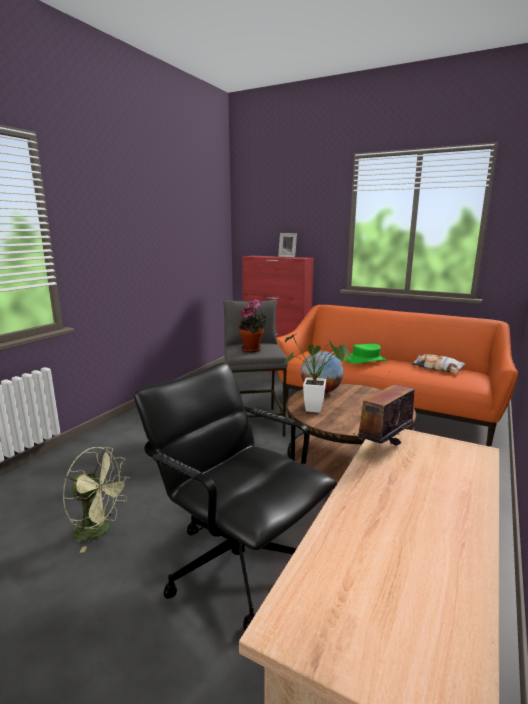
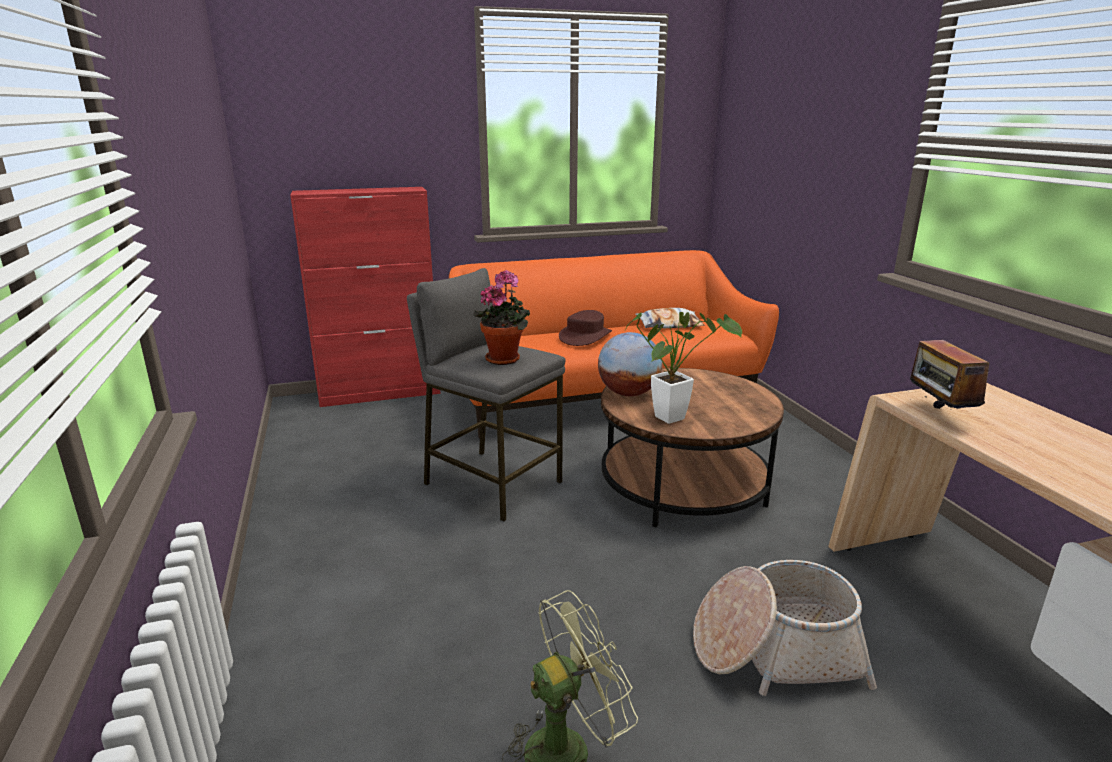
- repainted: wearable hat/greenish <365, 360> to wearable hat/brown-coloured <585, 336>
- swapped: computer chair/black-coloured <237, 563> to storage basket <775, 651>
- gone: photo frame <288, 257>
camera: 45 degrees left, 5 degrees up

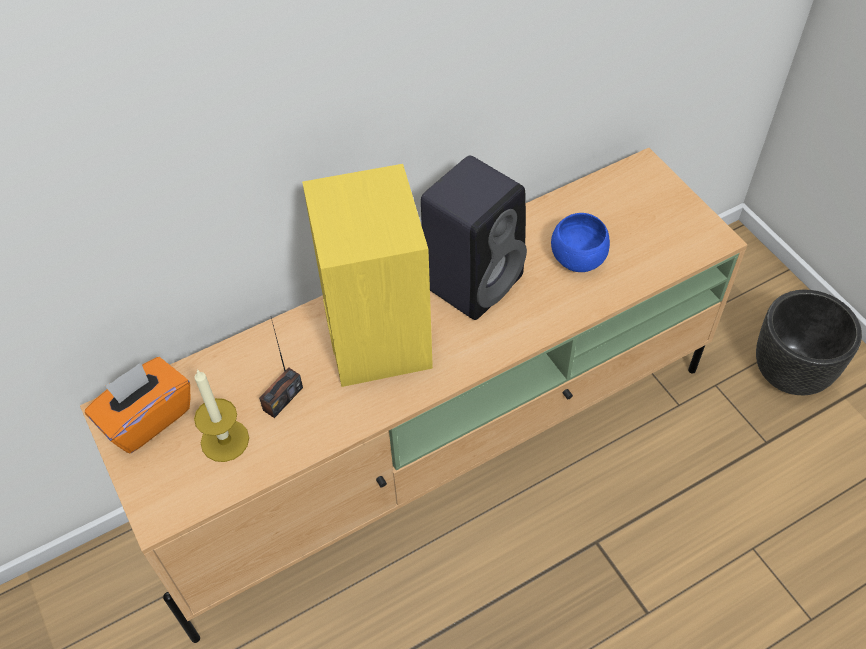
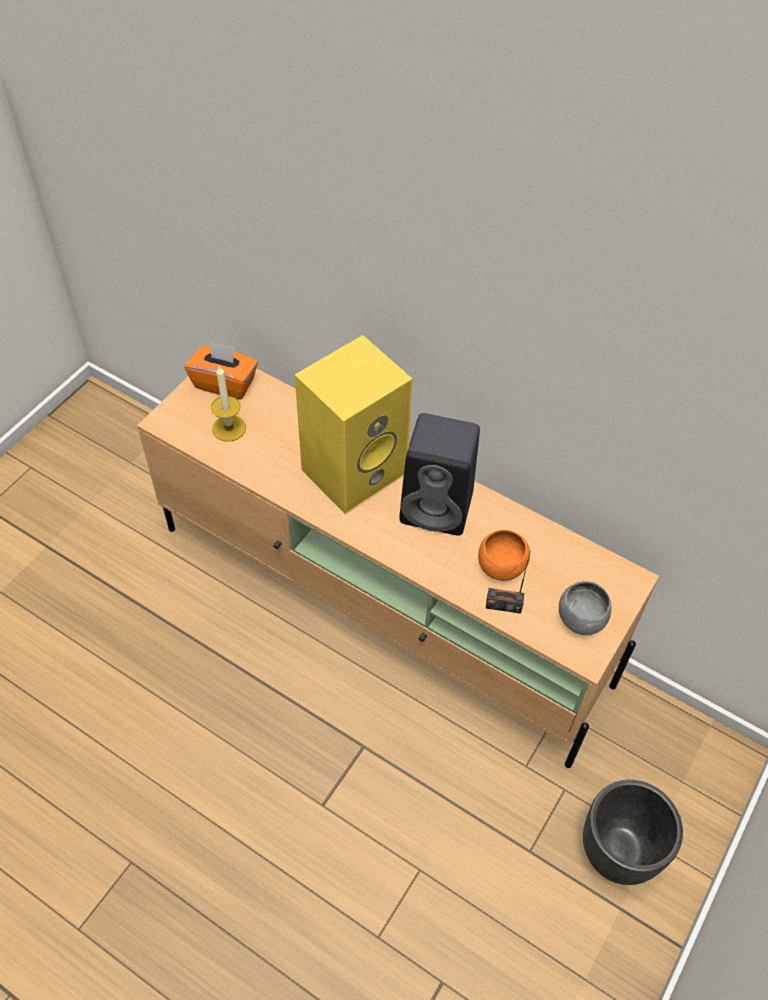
- repainted: deep dish/blue <577, 258> to deep dish/orangey <501, 566>
- shifted: radio receiver <282, 398> to <503, 605>
- new: deep dish/greyish <581, 619>
camera: 60 degrees right, 0 degrees up

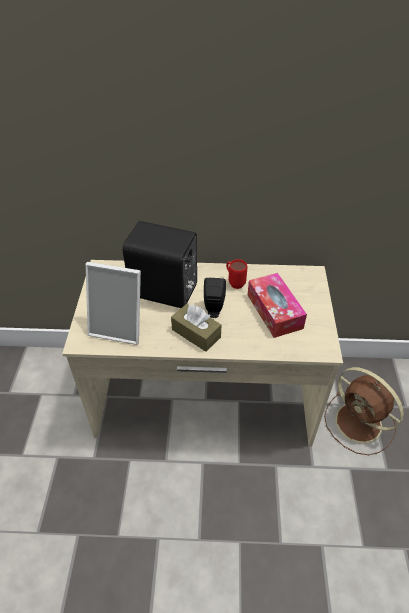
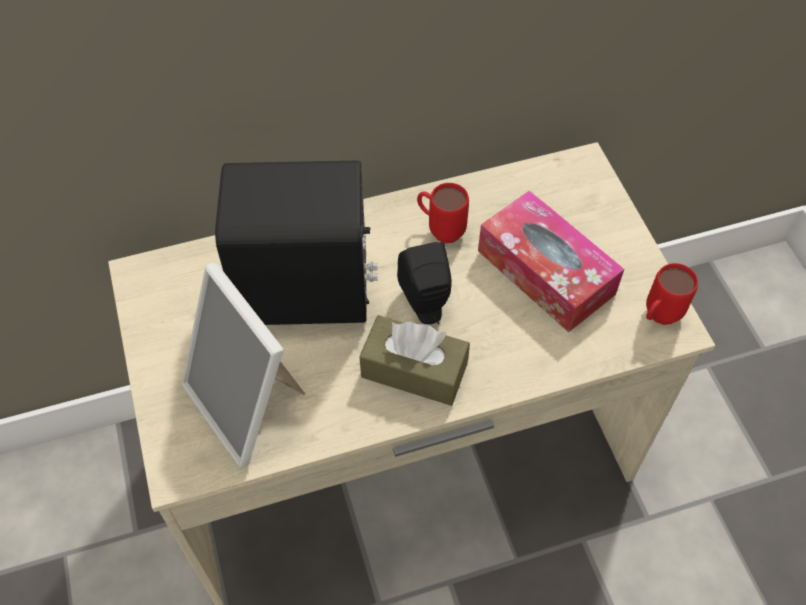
- rotated: photo frame <120, 326> = <248, 404> 60 degrees clockwise
- new: coffee mug/red <657, 318>
- gone: cooling fan/brown-coloured <360, 424>
camera: 20 degrees left, 10 degrees up

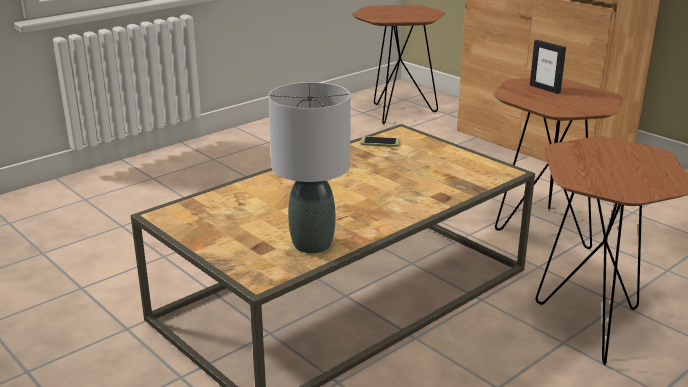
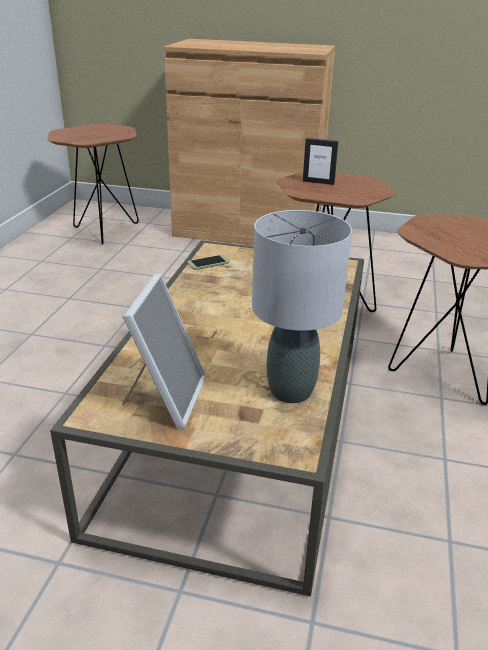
- new: photo frame <165, 398>
camera: 35 degrees left, 5 degrees up

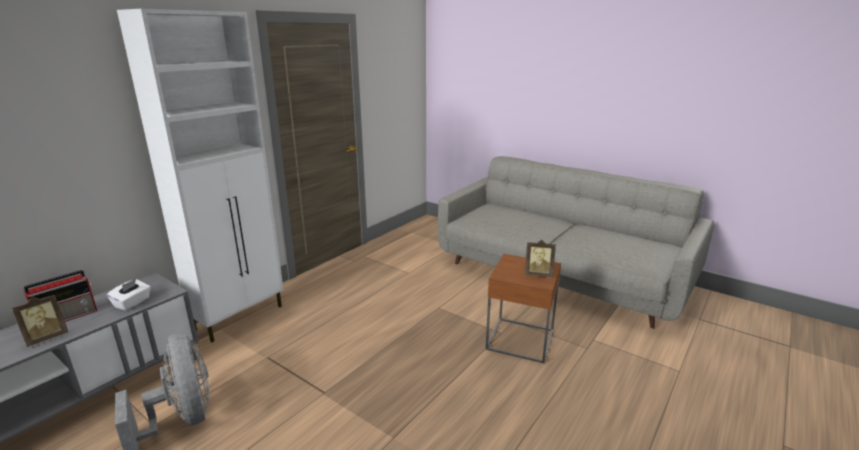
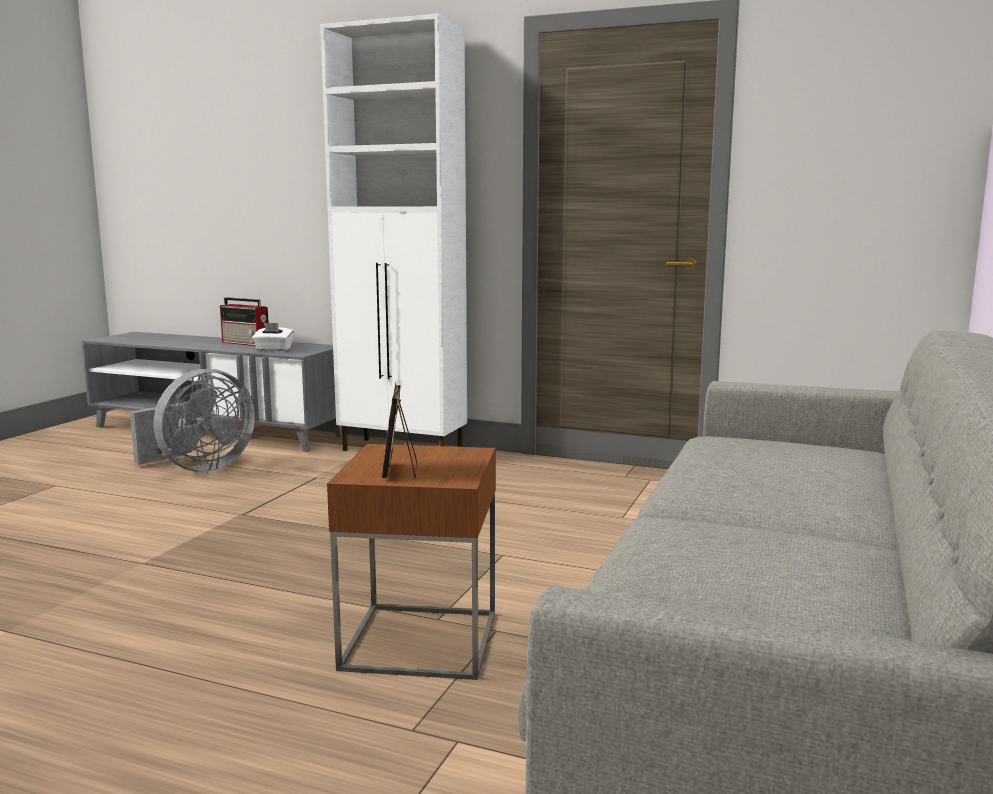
- gone: photo frame <47, 337>
camera: 75 degrees right, 10 degrees down

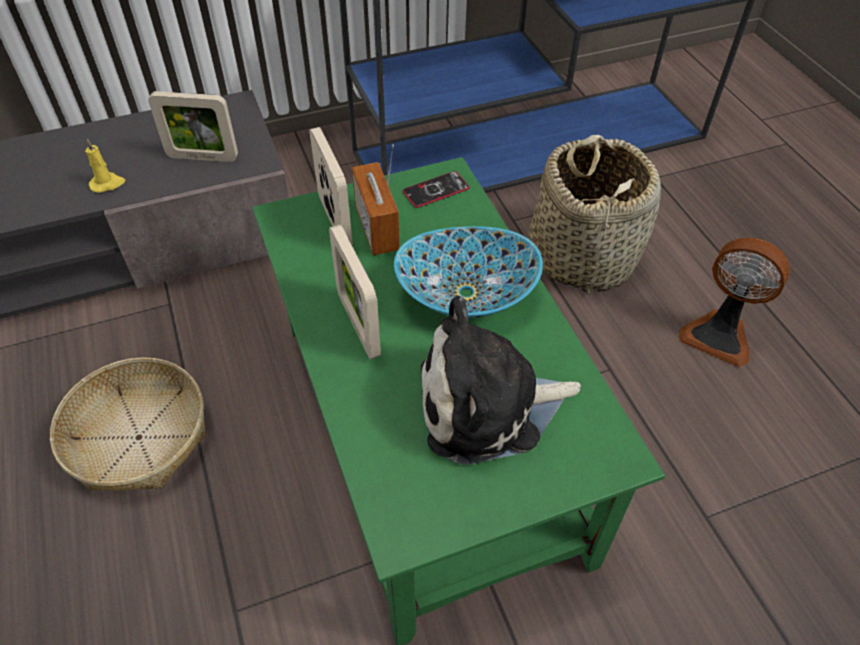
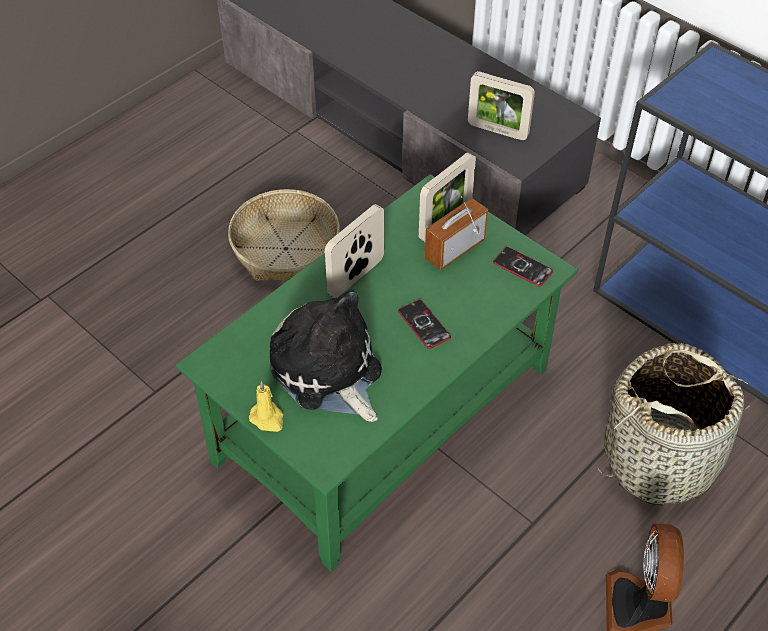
- shifted: wax candle/yellowish <108, 184> to <268, 418>
- swapped: deep dish <465, 293> to telephone <424, 324>
- rotated: photo frame <203, 157> = <497, 130> 45 degrees counterclockwise
camera: 65 degrees right, 0 degrees up

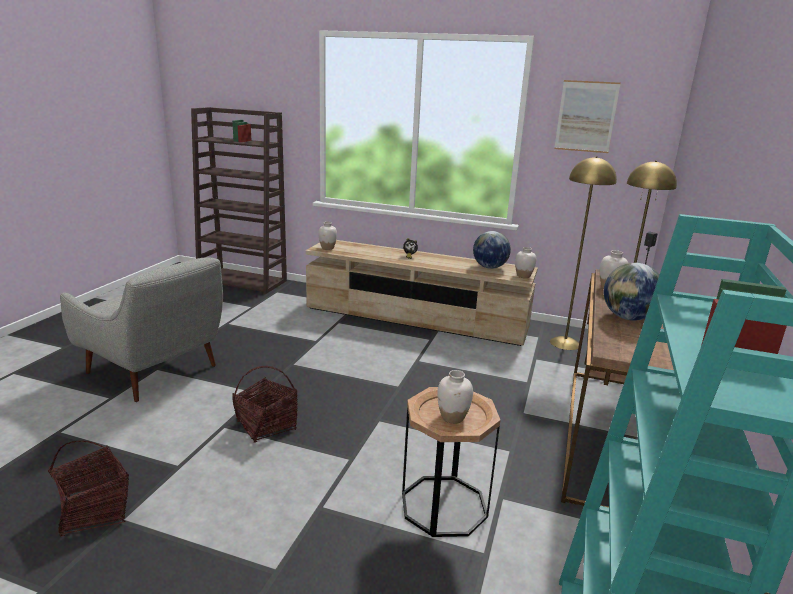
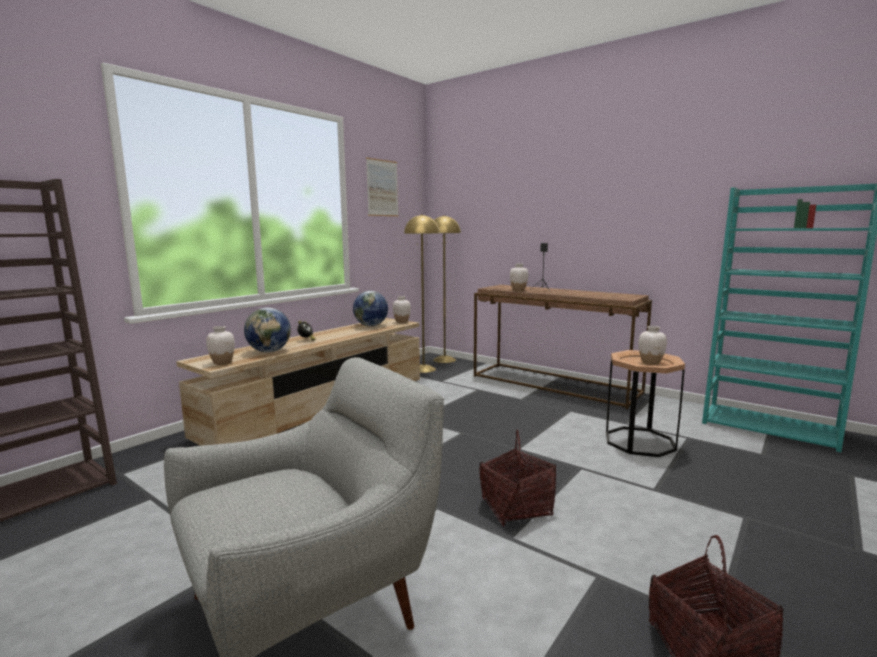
- shifted: globe <628, 318> to <269, 351>
camera: 70 degrees left, 10 degrees down

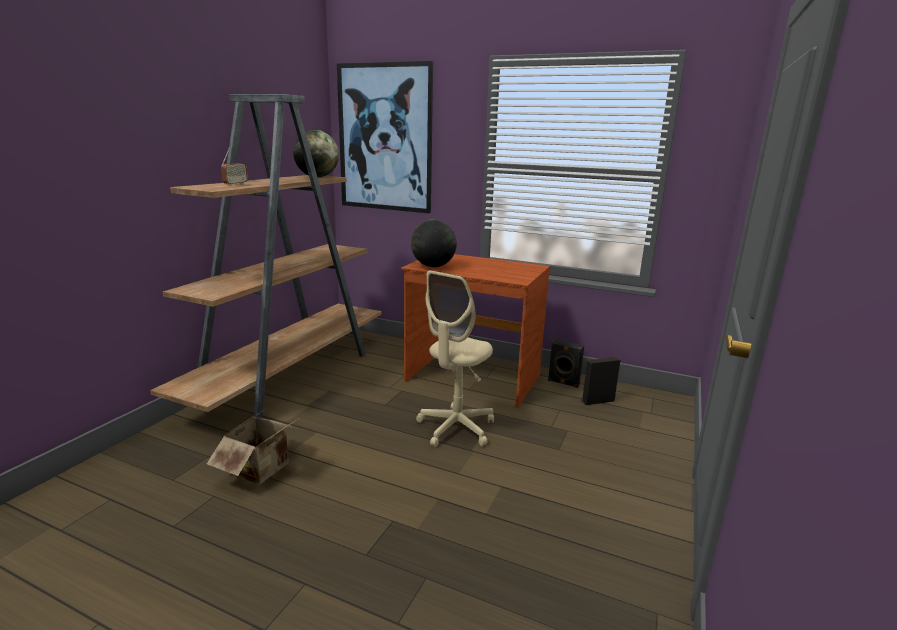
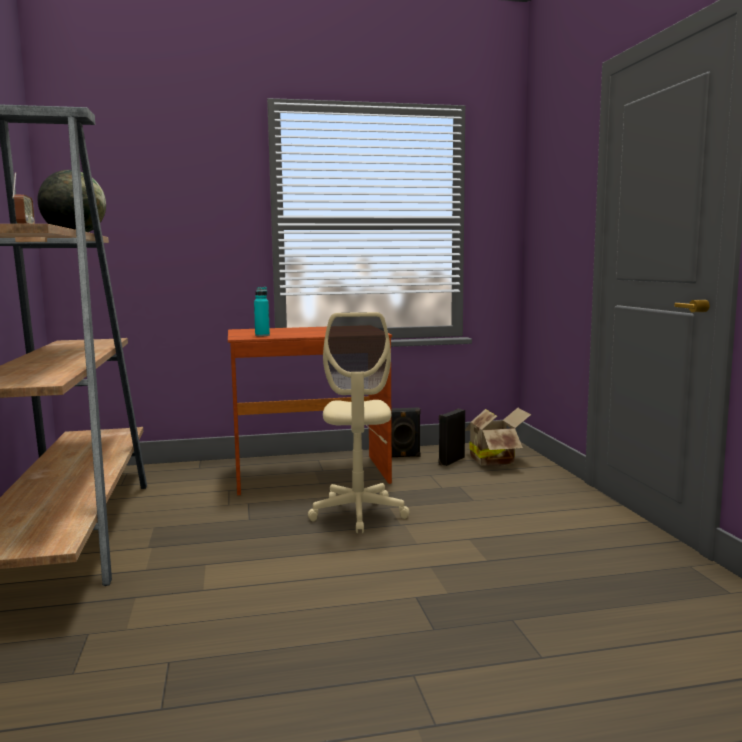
- swapped: globe <433, 266> to beverage bottle/turquoise <262, 335>
- shifted: carton <264, 469> to <495, 460>
- gone: picture <385, 138>
camera: 35 degrees left, 10 degrees down

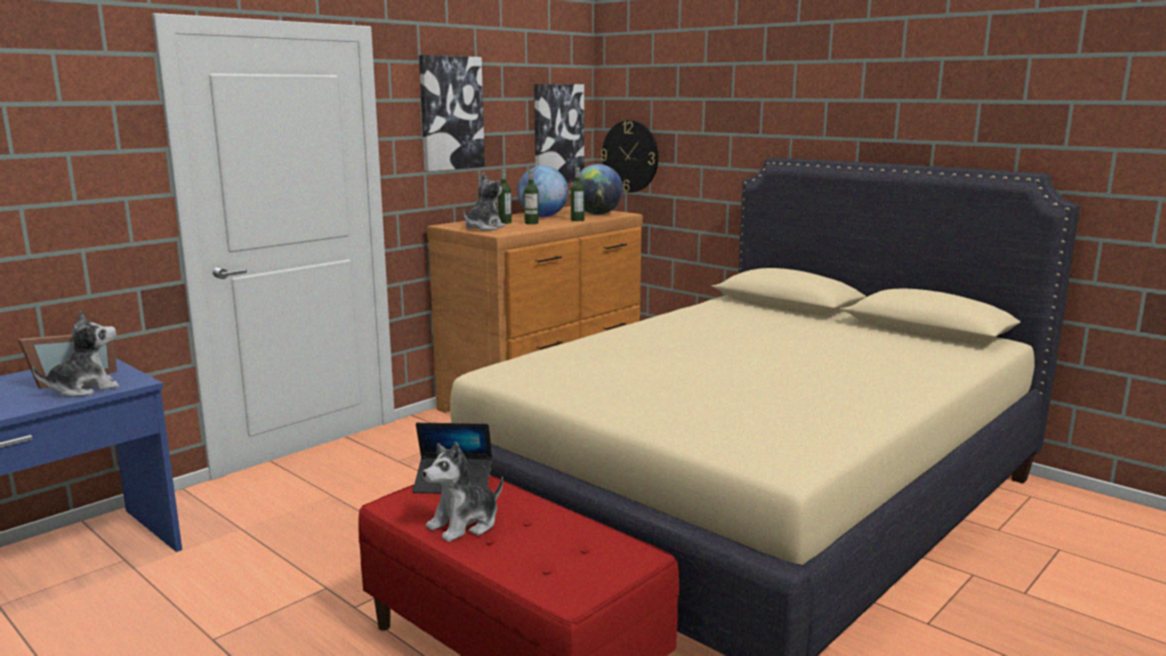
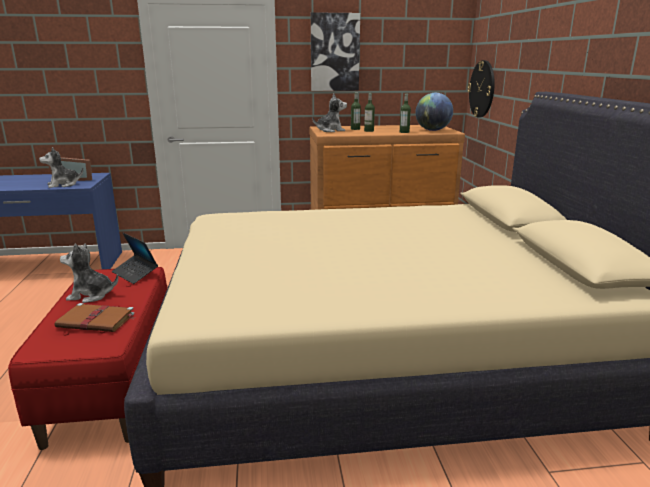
- rotated: cuddly toy <84, 389> = <63, 185> 150 degrees clockwise
- new: bound book/brown-coloured <97, 321>
- gone: globe <543, 216>
- gone: picture <557, 134>
camera: 40 degrees right, 5 degrees up

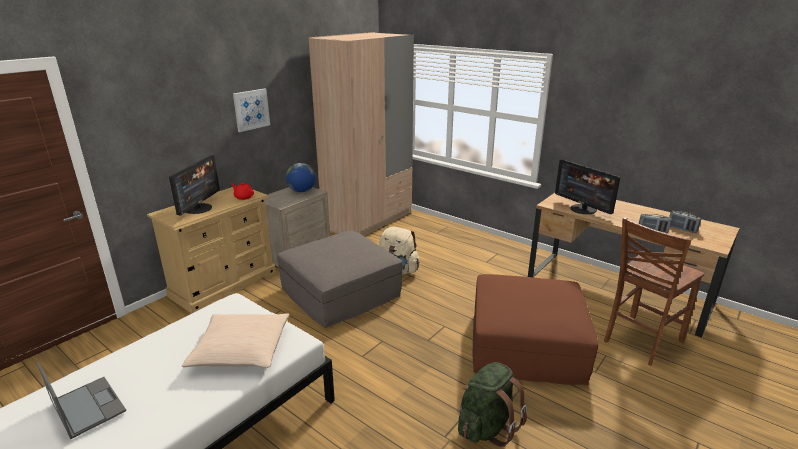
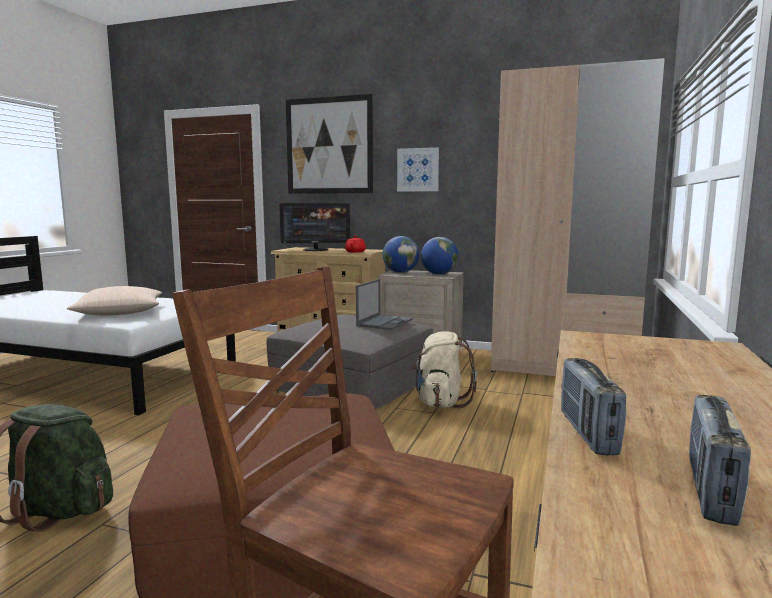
- new: picture <329, 146>
- shifted: portable computer <87, 406> to <385, 322>
- new: globe <400, 272>
- gone: monitor <583, 209>
camera: 70 degrees right, 15 degrees down

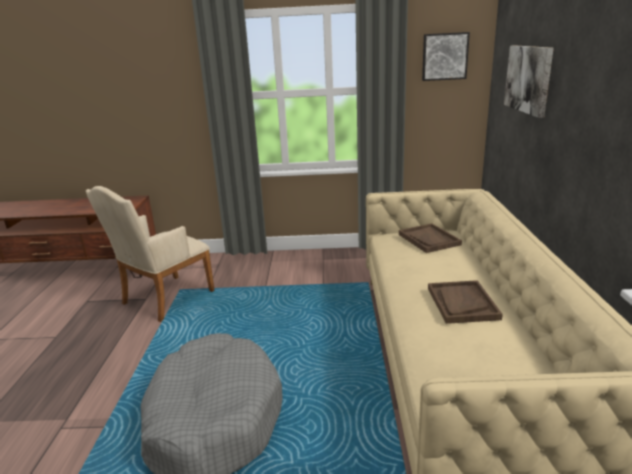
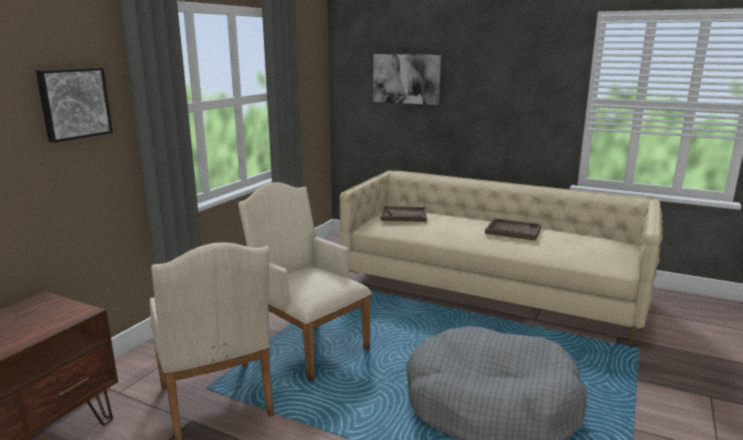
- shifted: picture <444, 56> to <74, 103>
- new: lounge chair/beige-coloured <308, 346>
camera: 65 degrees left, 5 degrees down

